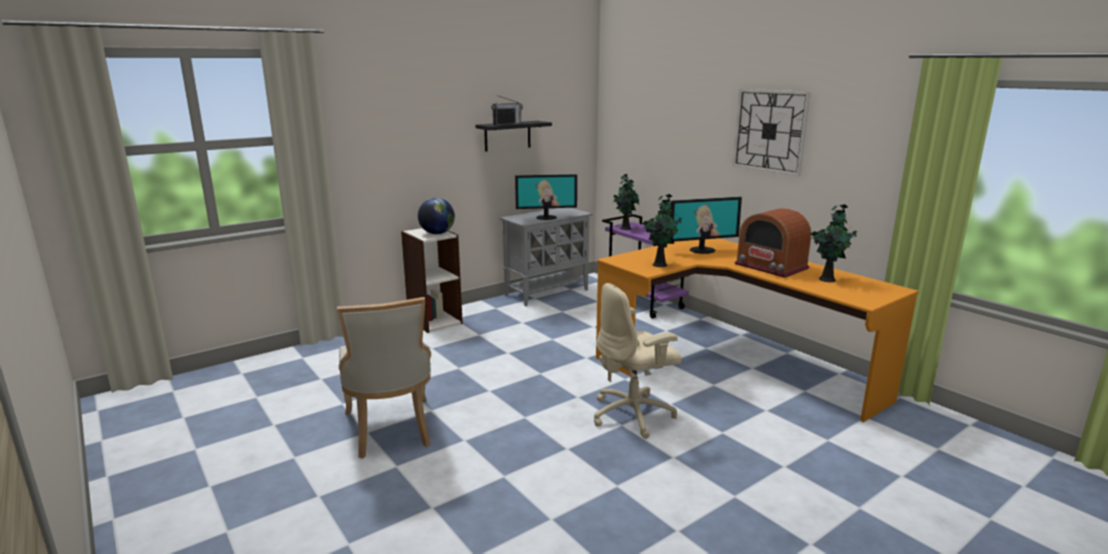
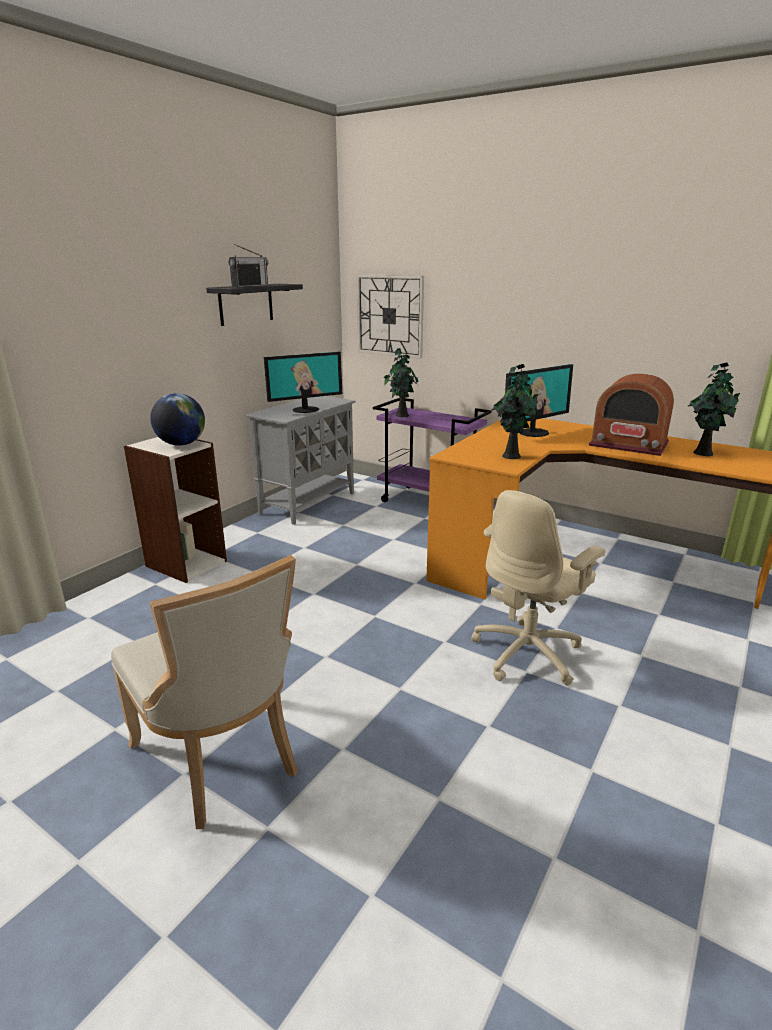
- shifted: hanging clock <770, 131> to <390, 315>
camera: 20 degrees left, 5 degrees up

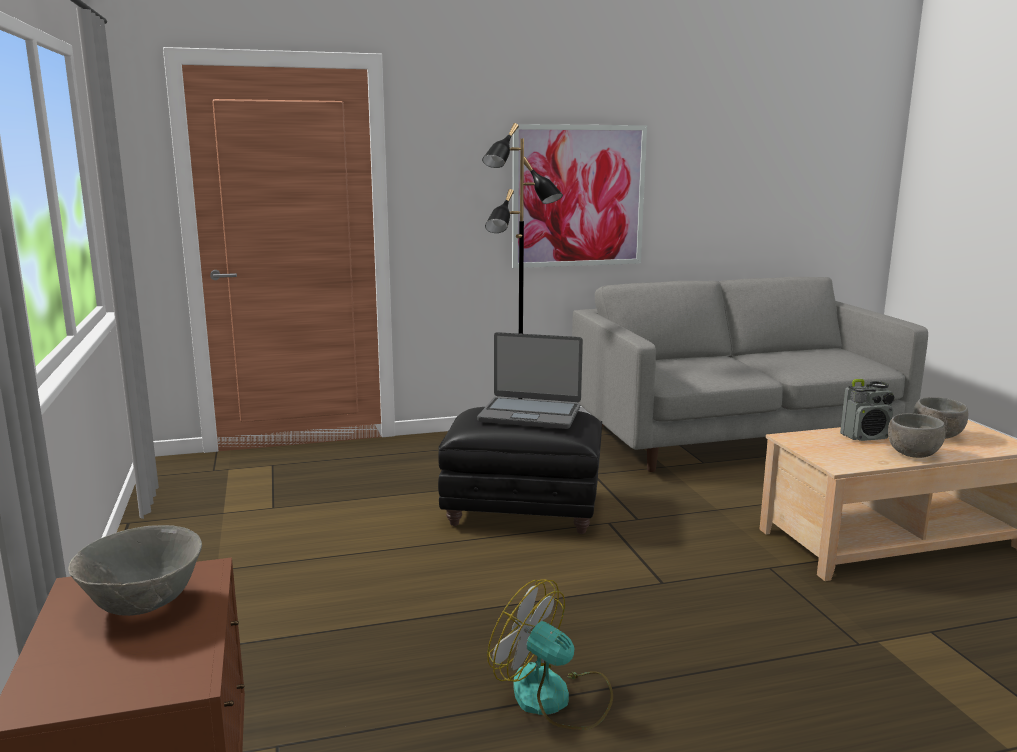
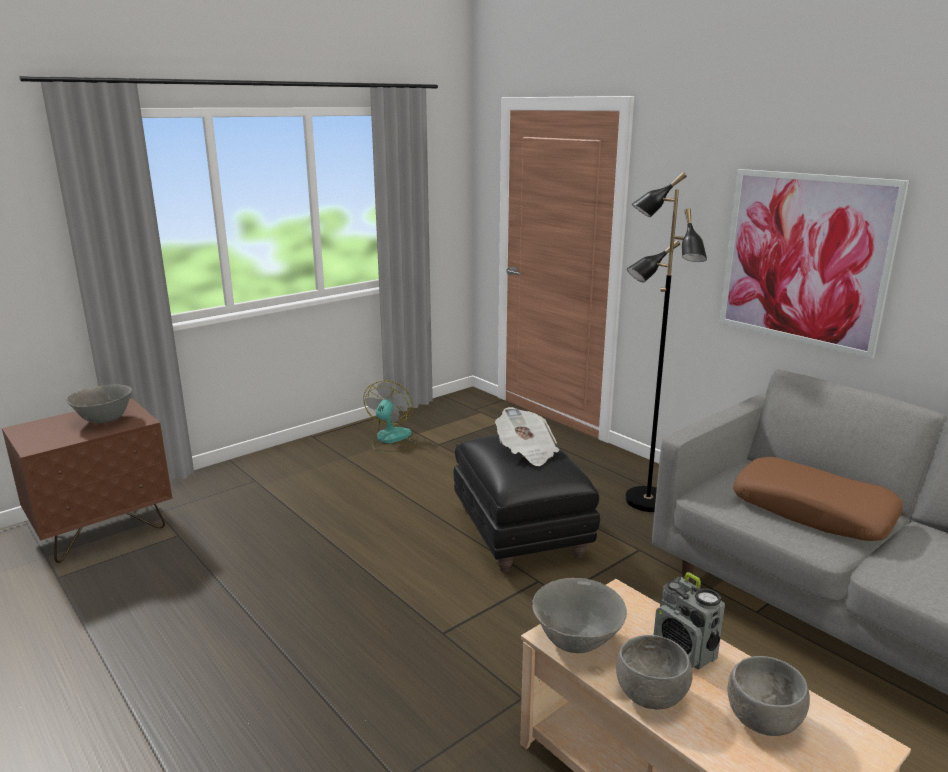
- shifted: cooling fan <554, 698> to <391, 440>
- swapped: portable computer <530, 414> to printed paper <526, 452>
- new: deep dish/greyish <577, 641>
- new: pillow/brown-coloured <813, 511>
camera: 65 degrees right, 5 degrees up

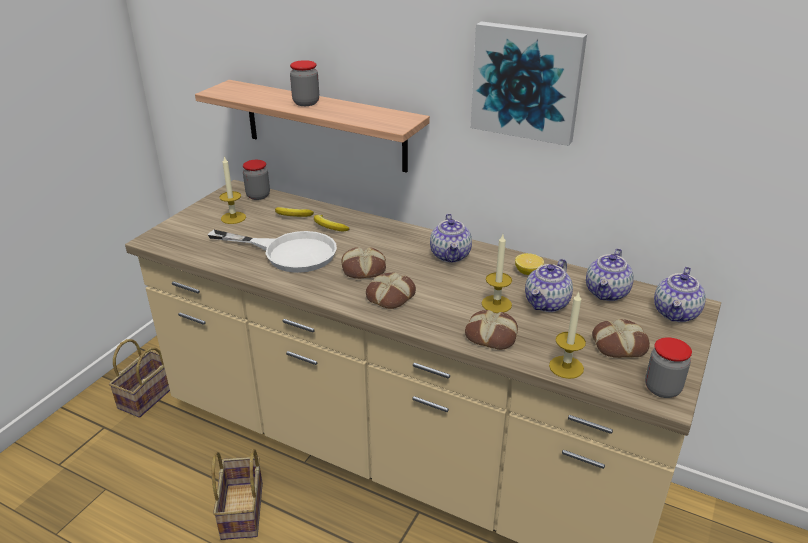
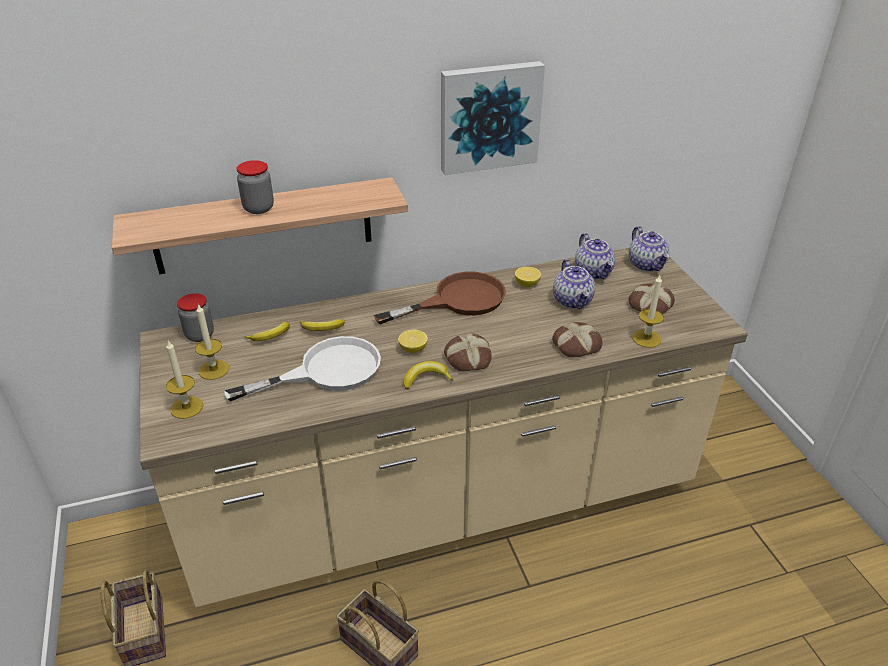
- shifted: wax candle <496, 304> to <186, 407>
- swapped: tea pot <451, 255> to skillet/brown-coloured <457, 300>
- swapped: bread <363, 269> to citrus fruit <413, 349>
- new: banana fruit <426, 379>
- gone: preserve jar <662, 388>
camera: 45 degrees left, 5 degrees up

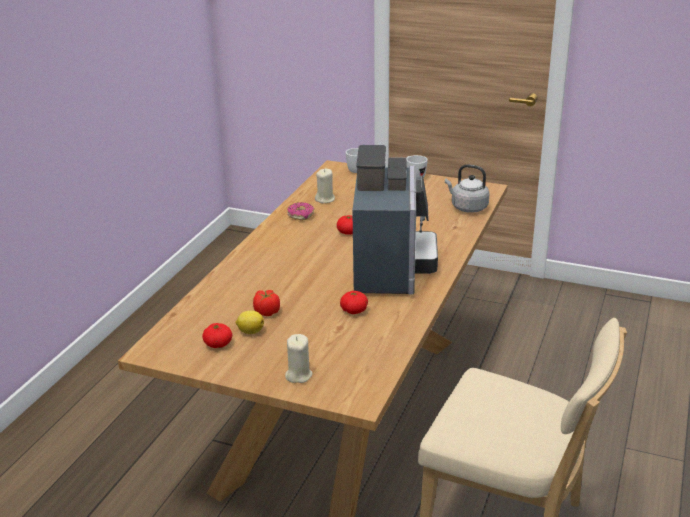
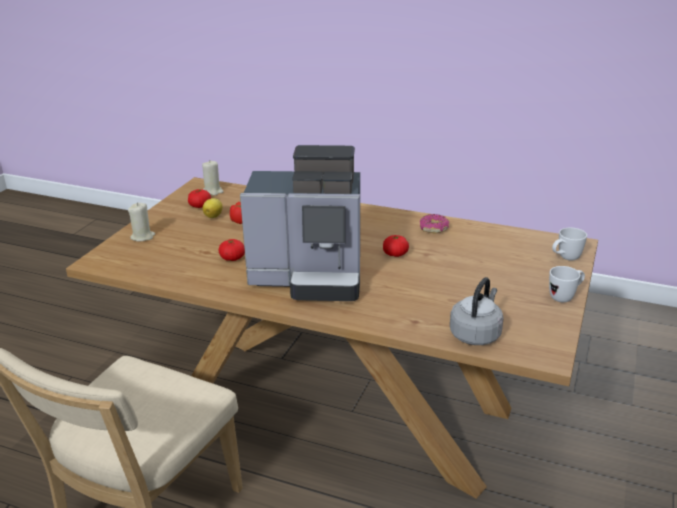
- shifted: wax candle/beige-coloured <325, 199> to <213, 191>
camera: 90 degrees right, 0 degrees up

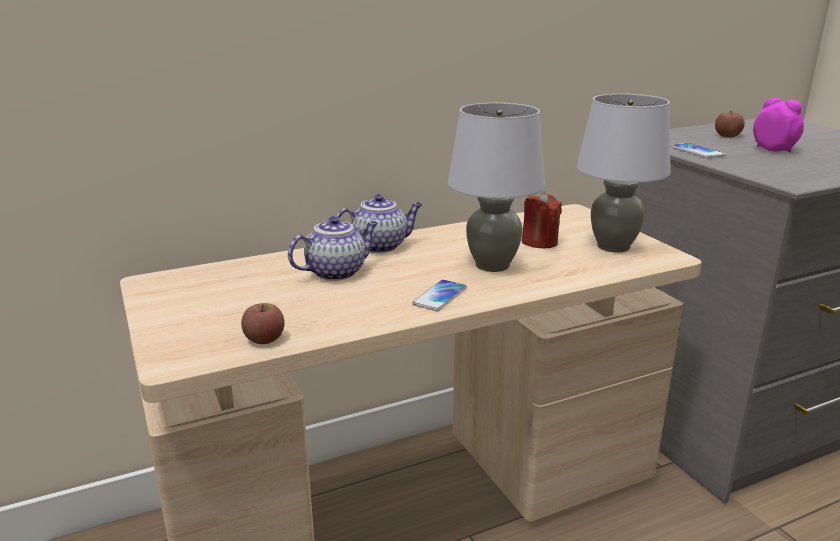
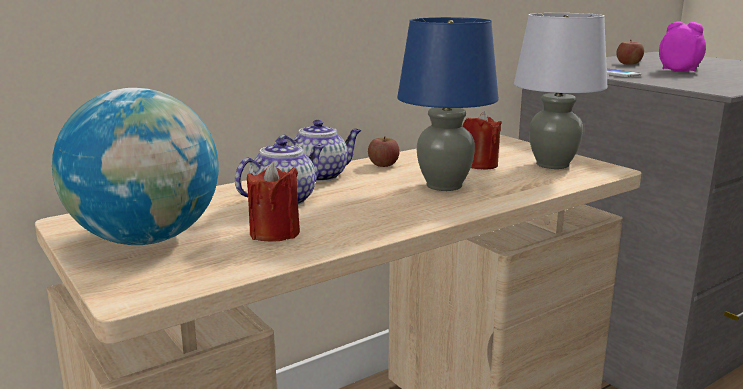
- new: globe <147, 239>
- new: wax candle/red <275, 233>
- shifted: apple fruit <264, 339> to <383, 164>
- repainted: lamp for a table/greyish <492, 265> to lamp for a table/blue <443, 185>
- gone: telephone <440, 296>
camera: 10 degrees left, 5 degrees down

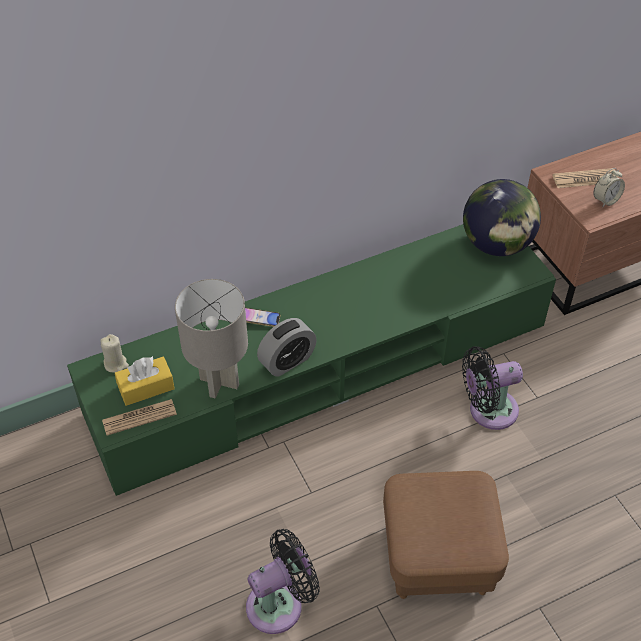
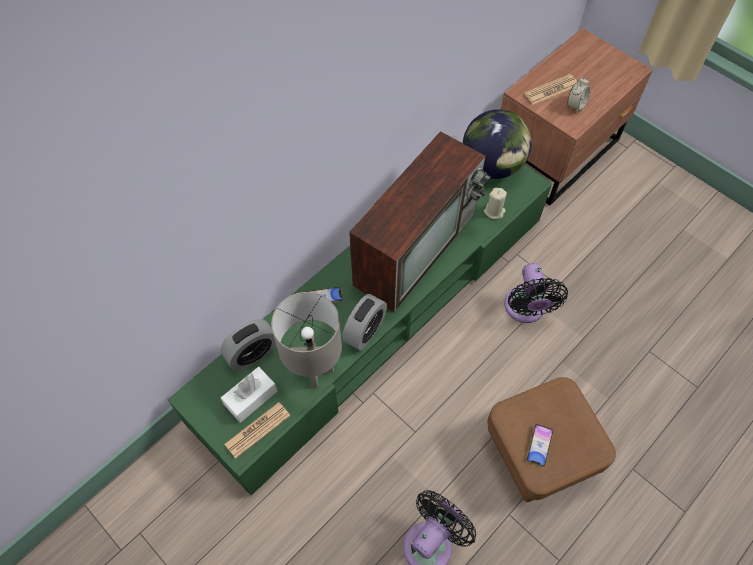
- new: bedside clock <252, 354>
- repainted: tissue holder/yellowish <146, 387> to tissue holder/white-coloured <251, 398>
- new: TV <415, 246>
- shifted: wax candle/beige-coloured <116, 364> to <494, 211>
- rotated: cooling fan/black-coloured <488, 410> = <525, 309> 60 degrees counterclockwise
- new: telephone <539, 446>
camera: 20 degrees left, 10 degrees up

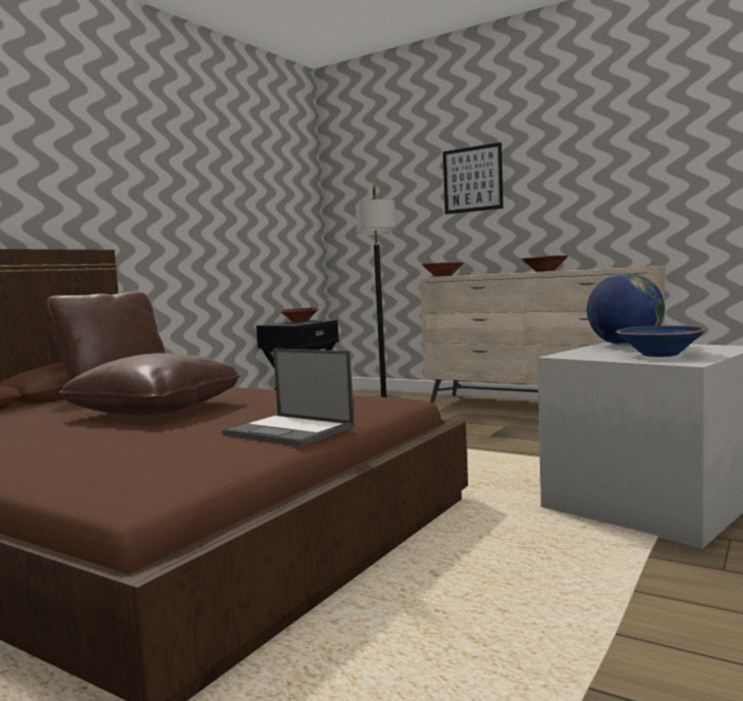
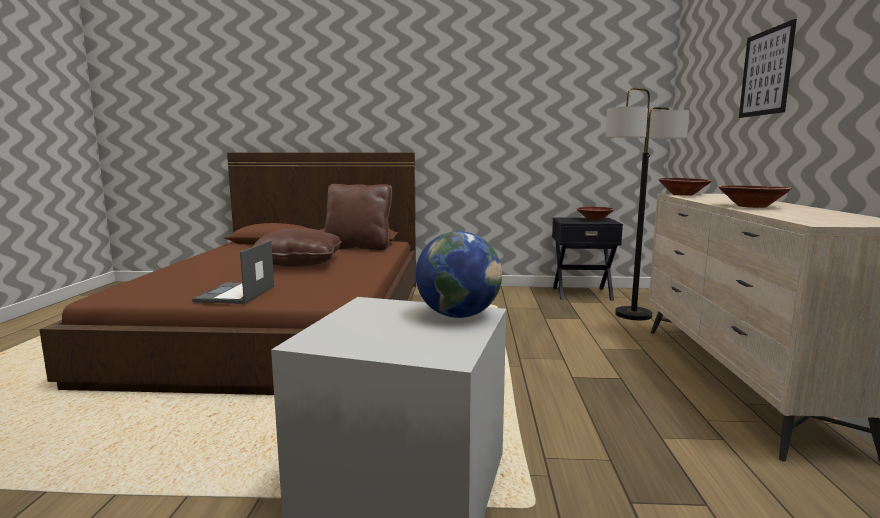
- gone: deep dish/blue <660, 355>
camera: 60 degrees right, 5 degrees up

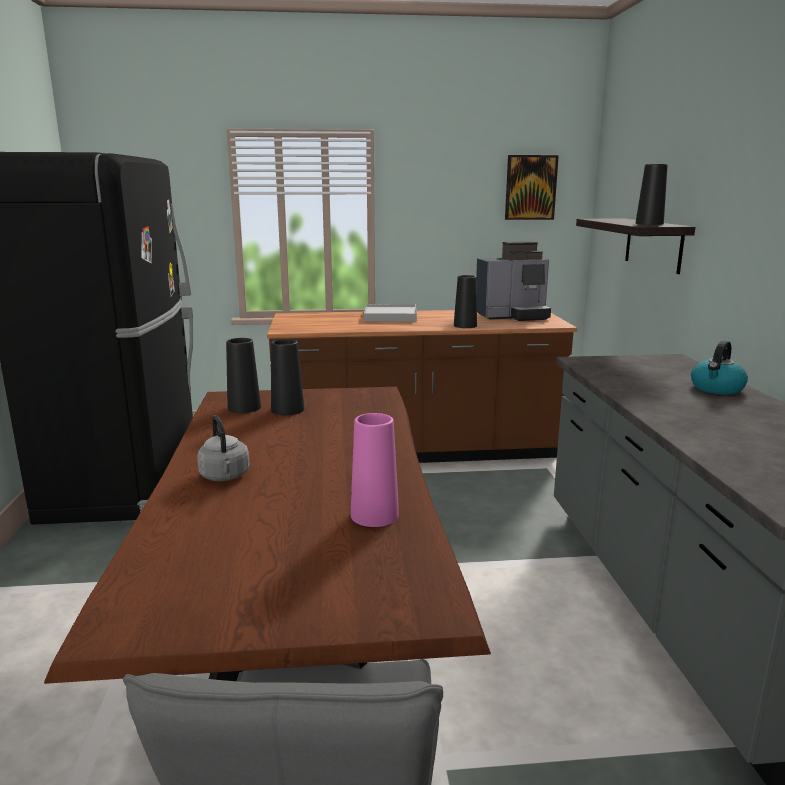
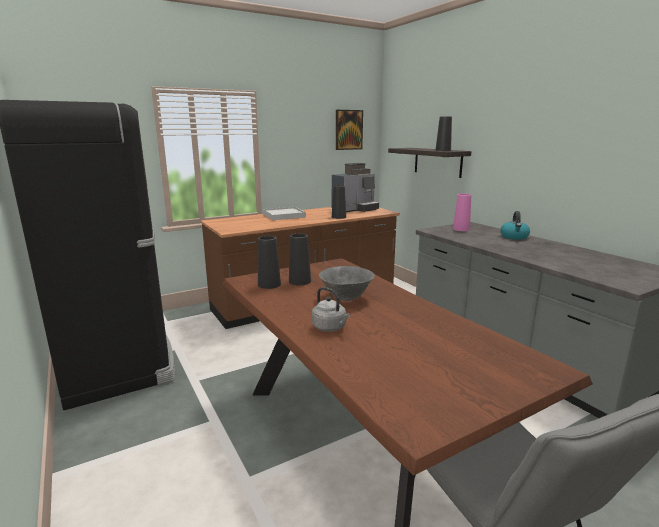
- new: deep dish/greyish <346, 298>
- shifted: decorative vase/pink-coloured <374, 515> to <461, 229>
camera: 25 degrees left, 0 degrees up

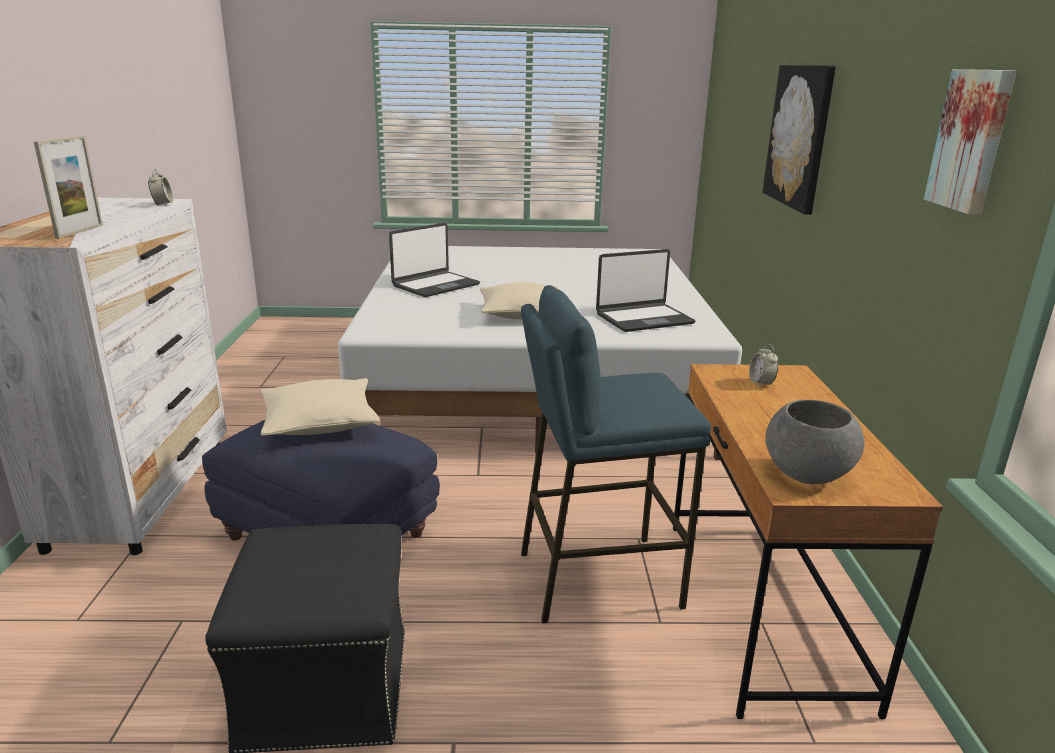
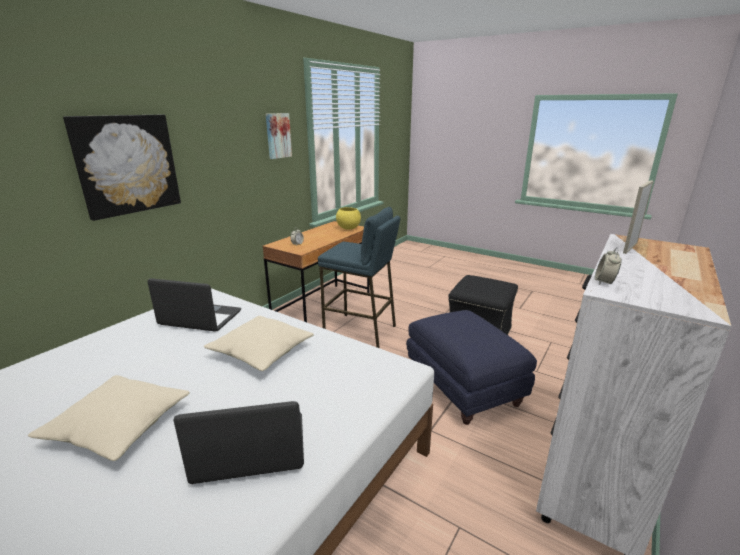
- shifted: pillow/beige-coloured <320, 423> to <119, 427>
- repainted: deep dish/greyish <807, 475> to deep dish/yellowish <348, 228>
camera: 145 degrees left, 0 degrees up

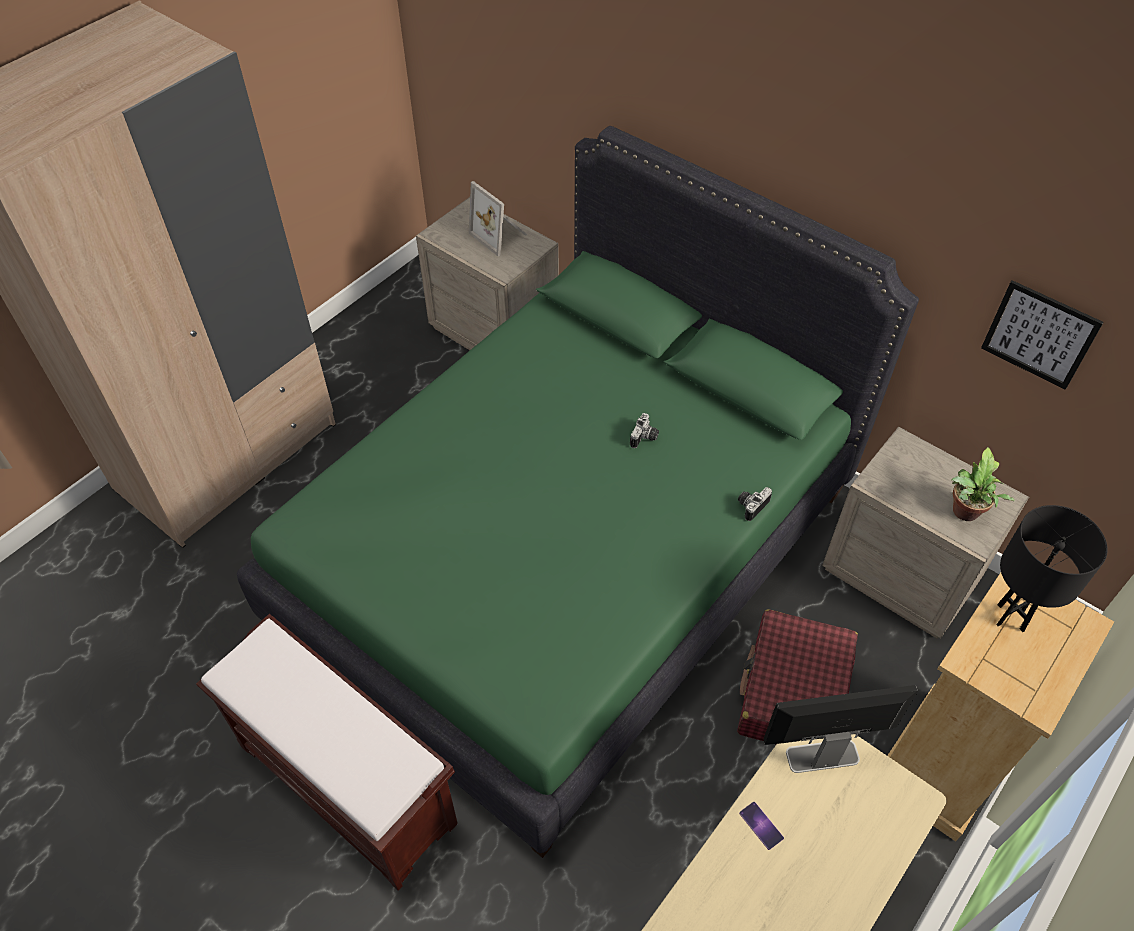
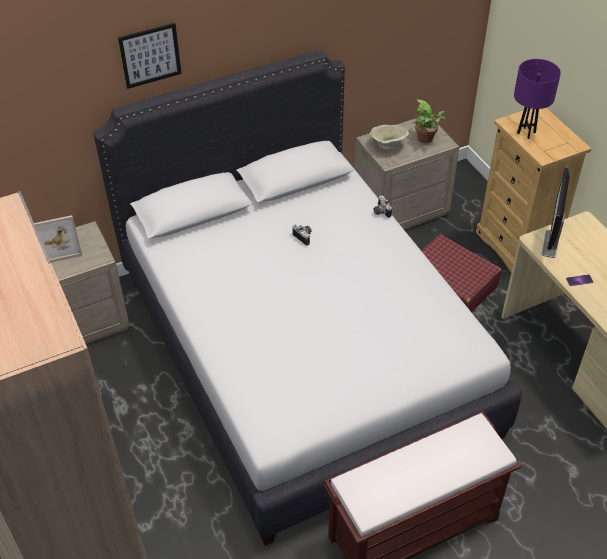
- repainted: bedroom bed/greenish <567, 556> to bedroom bed/white-coloured <302, 352>
- shifted: picture <1039, 334> to <150, 55>
- new: deep dish/beige-coloured <388, 145>
- repainted: lamp for a table/black-coloured <1010, 617> to lamp for a table/purplish <526, 132>
camera: 65 degrees left, 5 degrees down

